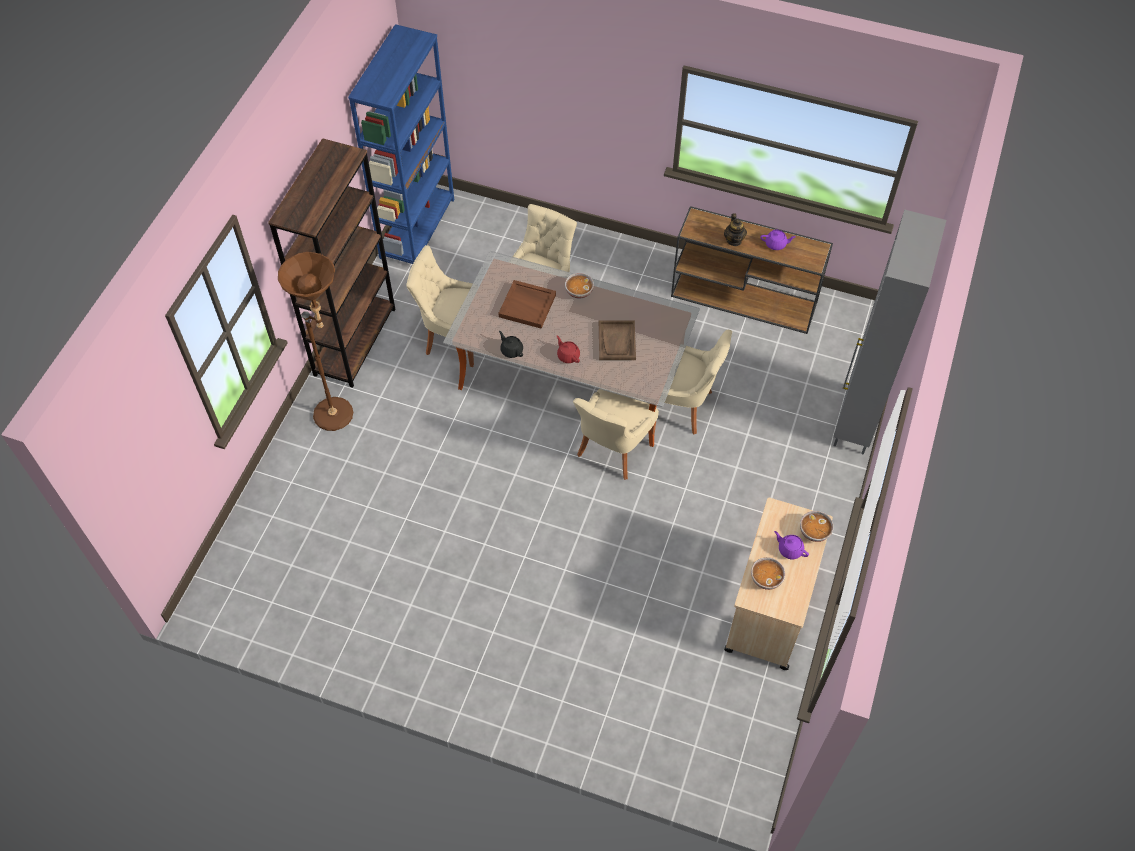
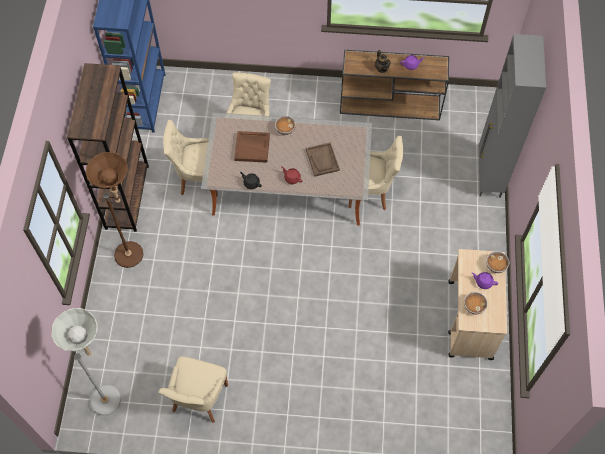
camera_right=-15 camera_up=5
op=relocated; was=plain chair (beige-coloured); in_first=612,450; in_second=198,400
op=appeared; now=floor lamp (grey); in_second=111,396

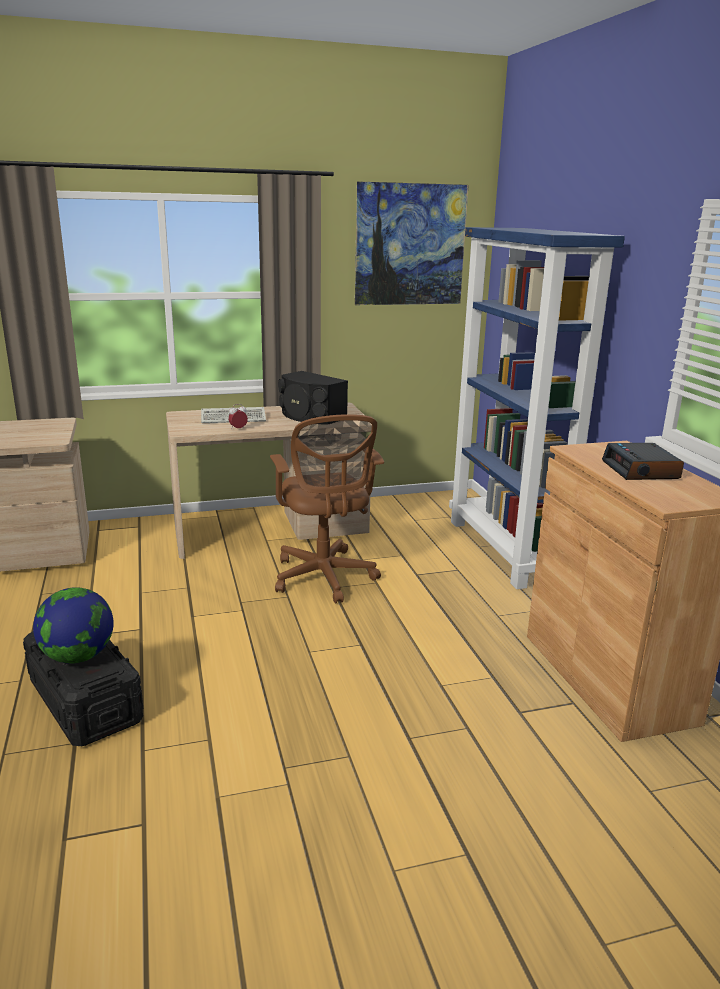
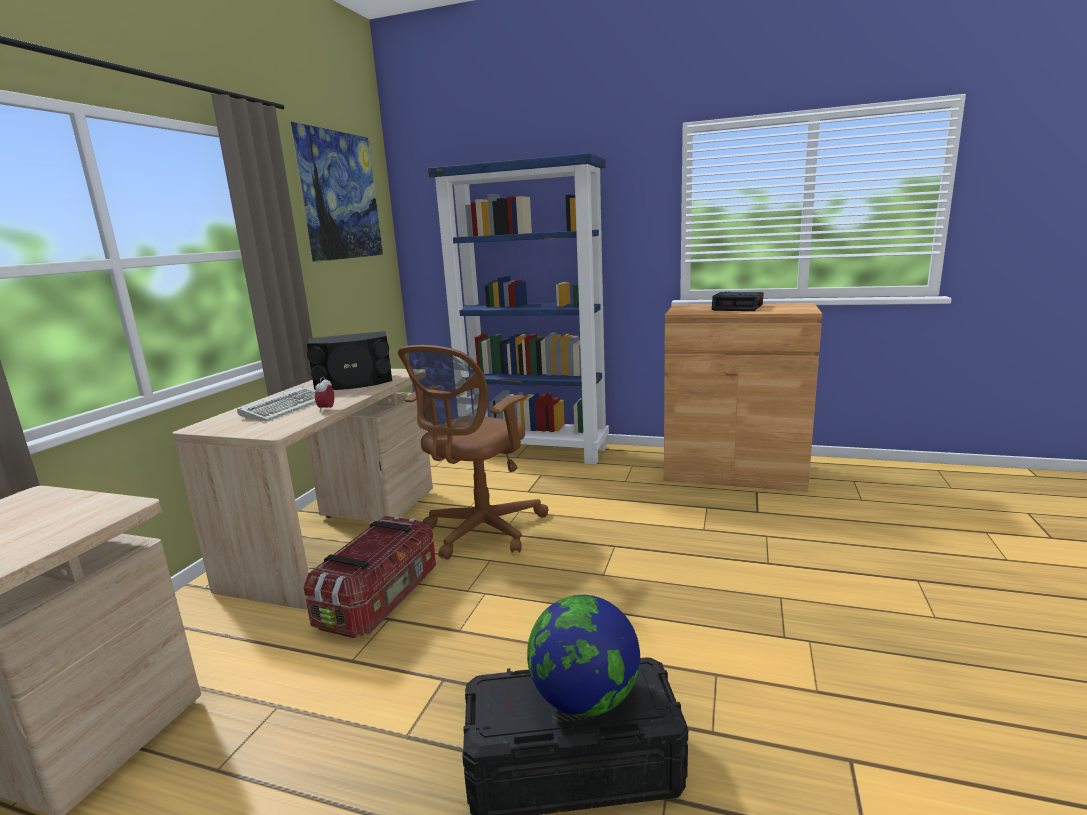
camera_right=-55 camera_up=-5
op=spun; was=desk chair (brownish); in_first=324,578; in_second=480,532; clockwise=105
op=appeared; now=storage container; in_second=381,599

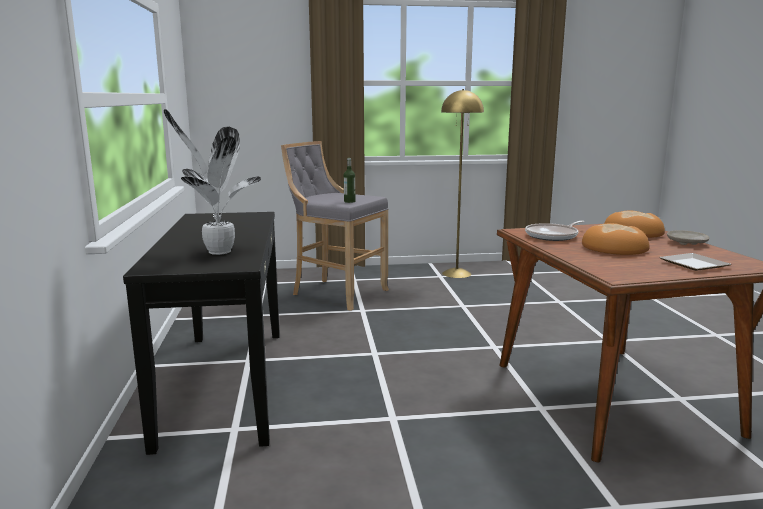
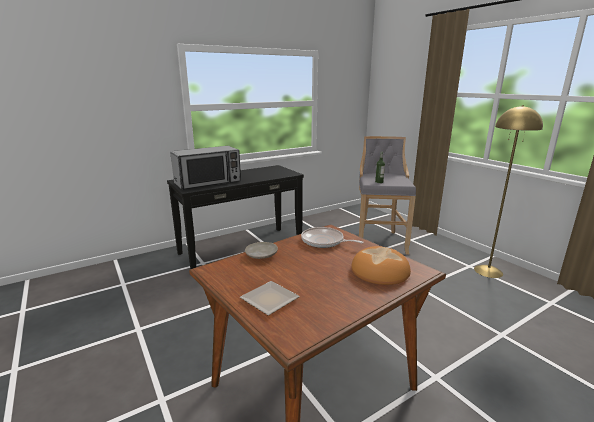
camera_right=65 camera_up=5
op=exchanged; was=houseplant; now=microwave; in_first=217,252; in_second=208,182
op=missing; was=baked bread; in_first=615,248
op=relocated; was=flat dish (beige-coloured); in_first=686,243; in_second=261,255

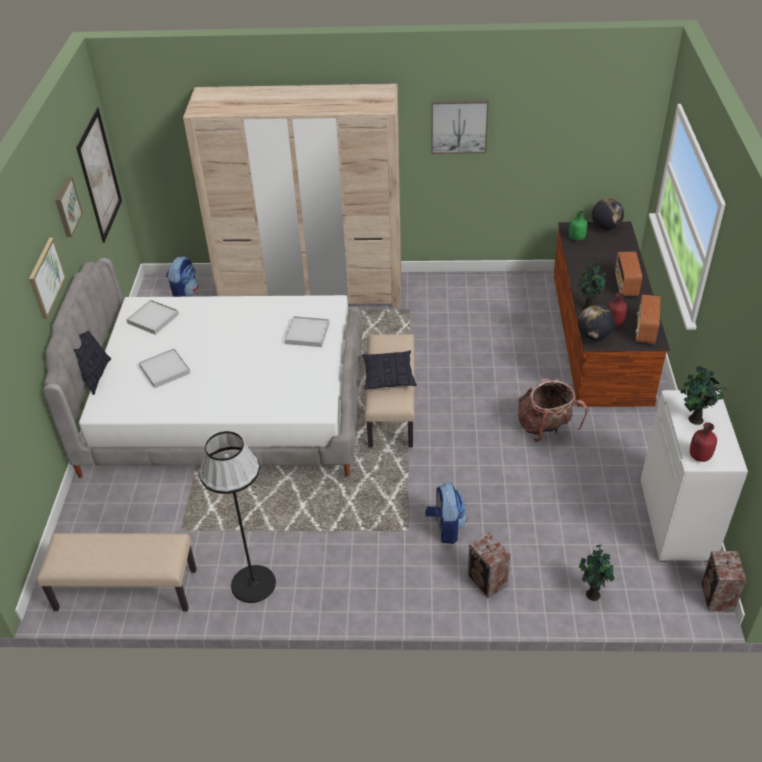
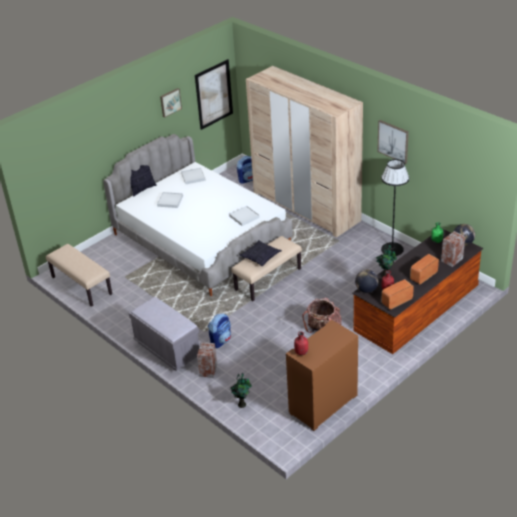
camera_right=45 camera_up=-5
op=missing; was=picture; in_first=46,278
op=missing; was=houseplant; in_first=694,420
op=colour; was=storage cabinet (whitish); now=storage cabinet (brownish); in_first=677,520; in_second=323,405
op=relocated; was=floor lamp (blackish); in_first=253,583; in_second=392,249
op=relocated; was=audio speaker; in_first=716,597; in_second=451,260
op=appeared; now=long seat (grey); in_second=167,349

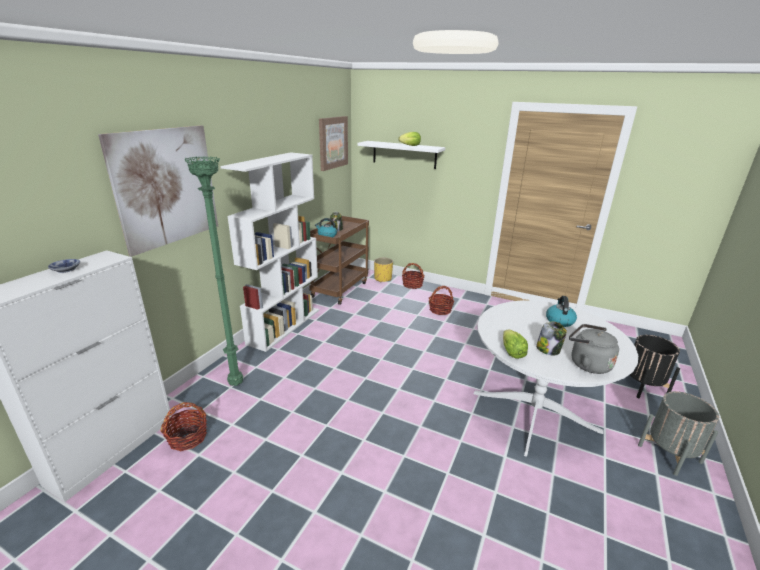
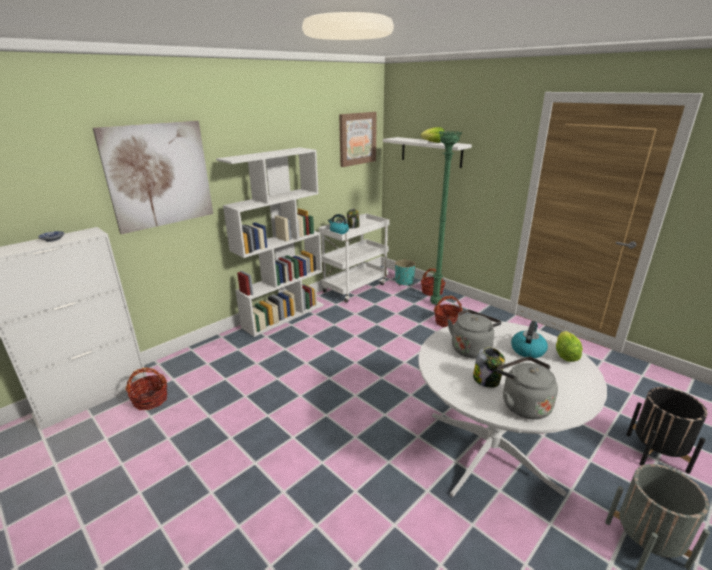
camera_right=20 camera_up=0
op=relocated; was=floor lamp (greenish); in_first=237,383; in_second=436,304
op=colour; was=wheeled cart (brownish); now=wheeled cart (whitish); in_first=340,289; in_second=355,287
op=colour; was=planter (yellow-coloured); now=planter (blue-green); in_first=383,279; in_second=404,282
op=relocated; was=lettuce; in_first=512,352; in_second=565,355
op=appeared; now=kettle (grey); in_second=471,348

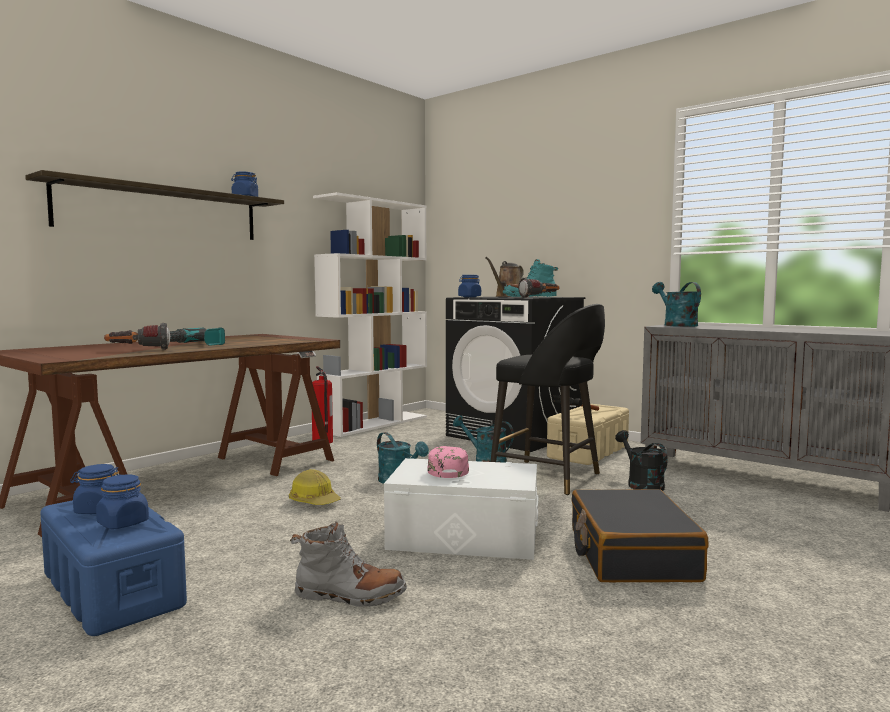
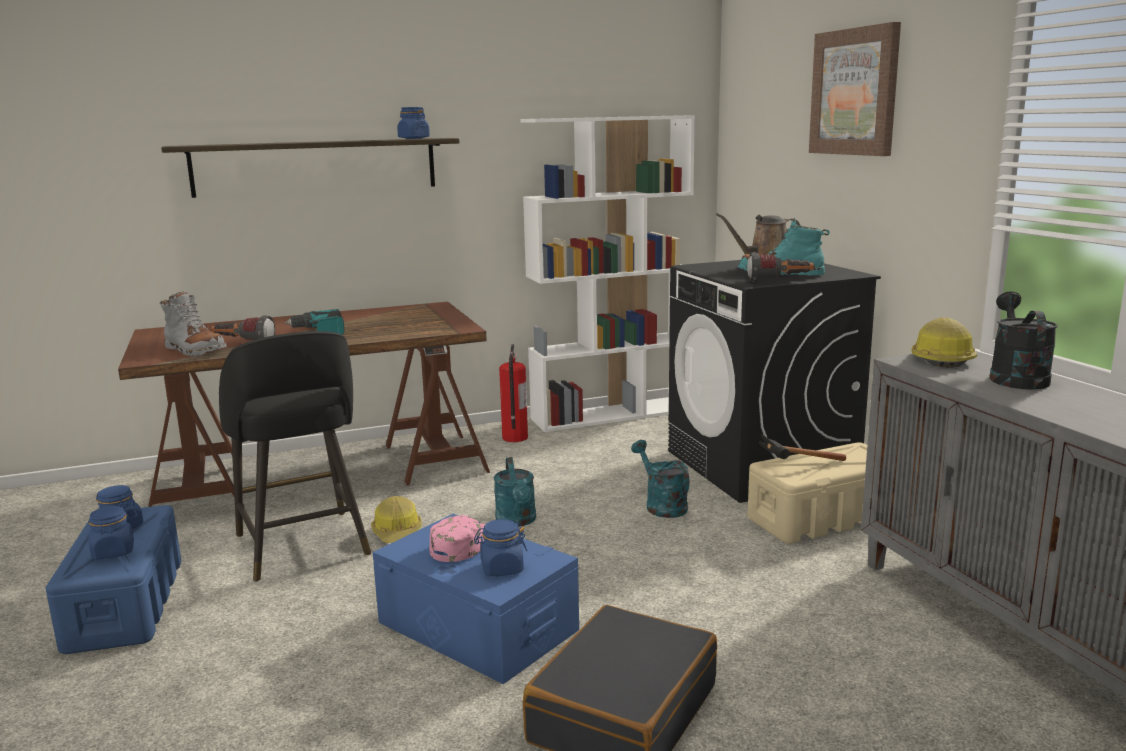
camera_right=30 camera_up=10
op=relocated; was=storage jar (blue); in_first=469,297; in_second=501,568
op=exchanged; was=watering can (blue-green); now=work helmet; in_first=676,325; in_second=940,359
op=relocated; was=stool (blackish); in_first=548,477; in_second=303,547
op=relocated; was=watering can (blackish); in_first=641,484; in_second=1015,377
op=colour; was=storage container (whitish); now=storage container (blue); in_first=464,536; in_second=477,626
op=relocated; was=tall boot (grey); in_first=349,596; in_second=194,350
op=appeared; now=picture; in_second=855,92

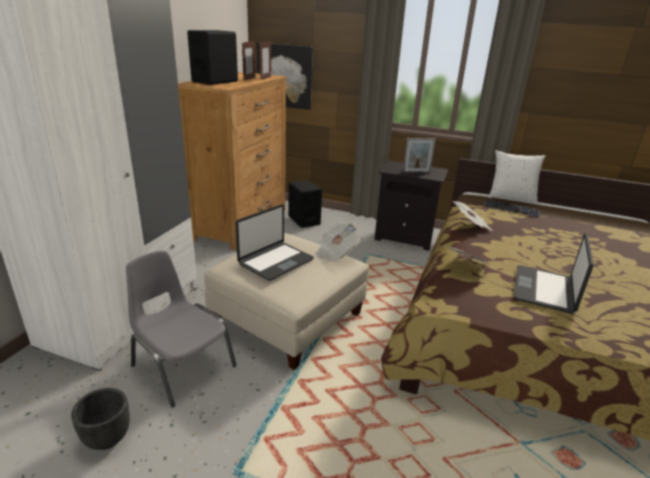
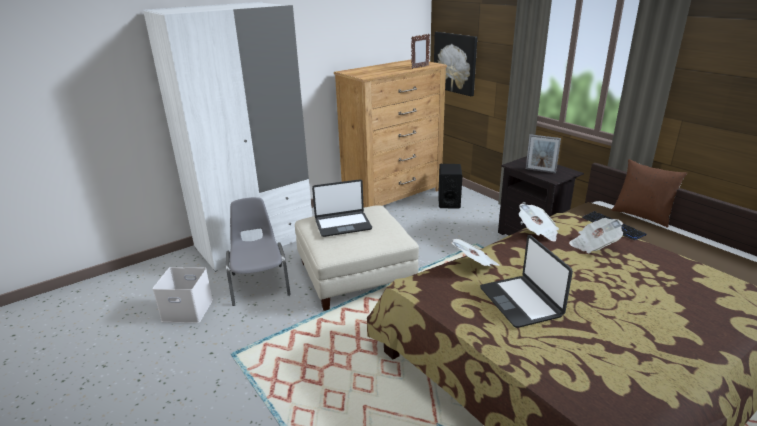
camera_right=35 camera_up=0
op=missing; was=audio speaker (blackish); in_first=215,81
op=missing; was=photo frame; in_first=249,79
op=colour; was=cushion (whitish); now=cushion (brownish); in_first=511,197; in_second=642,215
op=relocated; was=printed paper; in_first=335,253; in_second=593,246
op=spun; was=laptop; in_first=545,290; in_second=521,301; clockwise=-75
op=exchanged; was=planter (blackish); now=storage container (whitish); in_first=108,438; in_second=189,309

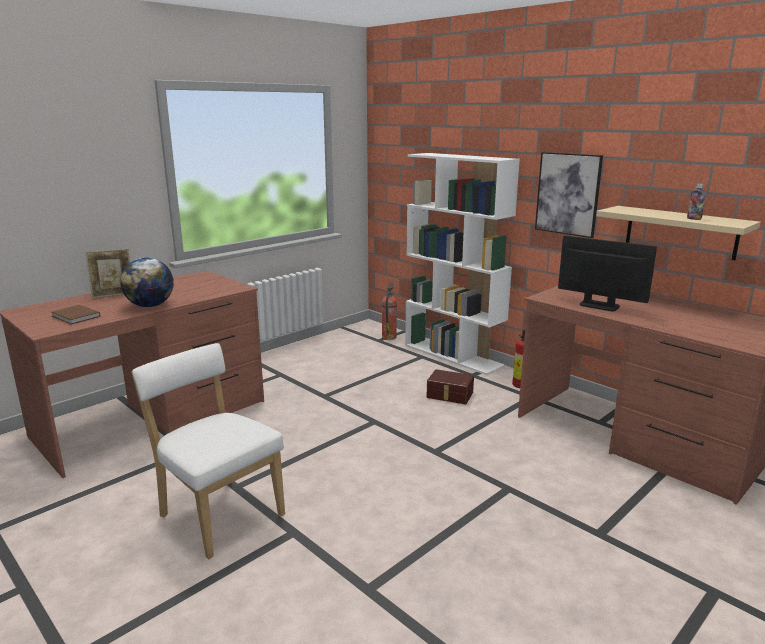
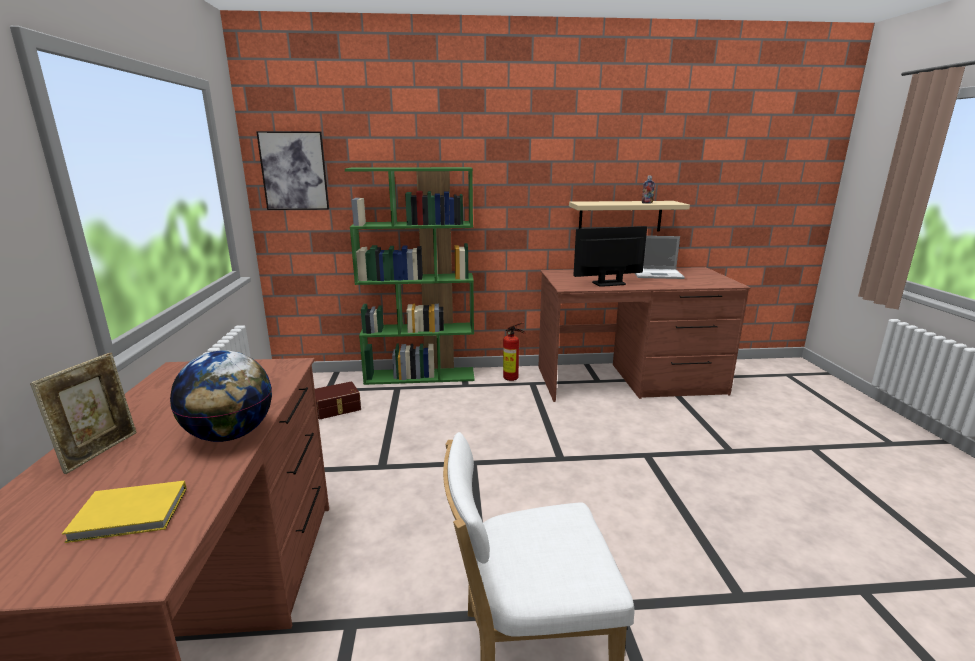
camera_right=-50 camera_up=0
op=relocated; was=picture; in_first=568,194; in_second=294,171
op=colour; was=shelving unit (whitish); now=shelving unit (greenish); in_first=453,355; in_second=420,376
op=missing; was=fire extinguisher; in_first=389,337
op=colour; was=volume (brownish); now=volume (yellow-coloured); in_first=76,317; in_second=132,514
op=relocated; was=storage container (brownish); in_first=449,395; in_second=337,408
op=appeared; now=laptop; in_second=658,274

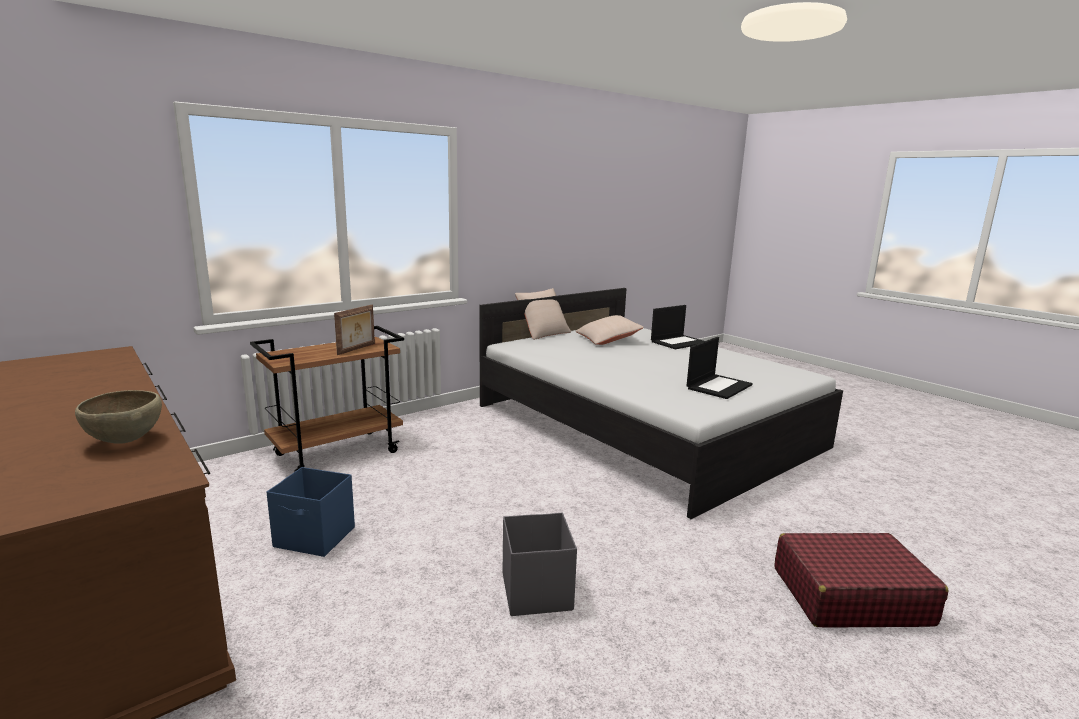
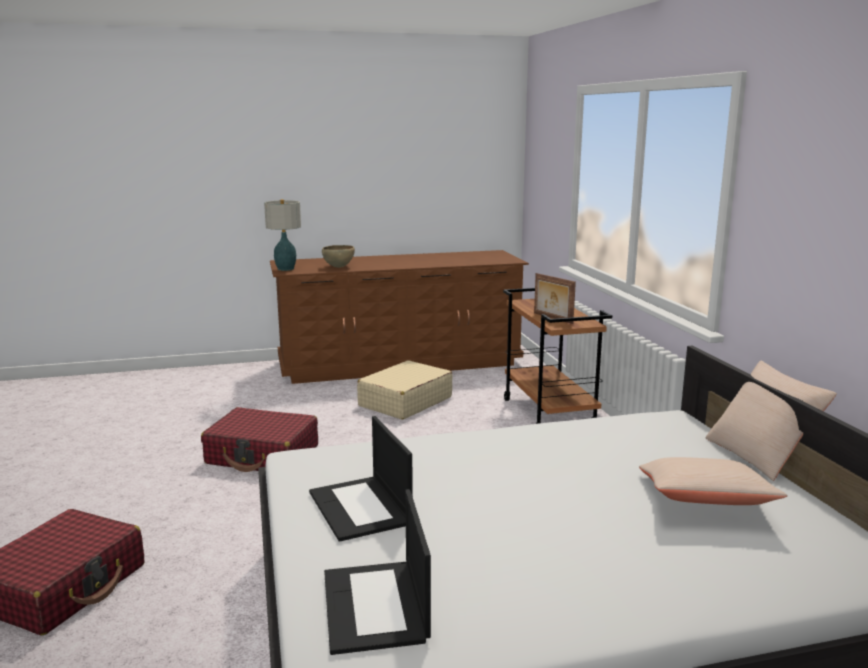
camera_right=115 camera_up=0
op=relocated; was=laptop; in_first=678,342; in_second=376,607
op=exchanged; was=storage container (blue); now=suitcase (beige-coloured); in_first=315,537; in_second=405,402
op=exchanged; was=storage container (grey); now=suitcase (reddish); in_first=537,591; in_second=263,455
op=appeared; now=table lamp; in_second=286,269

